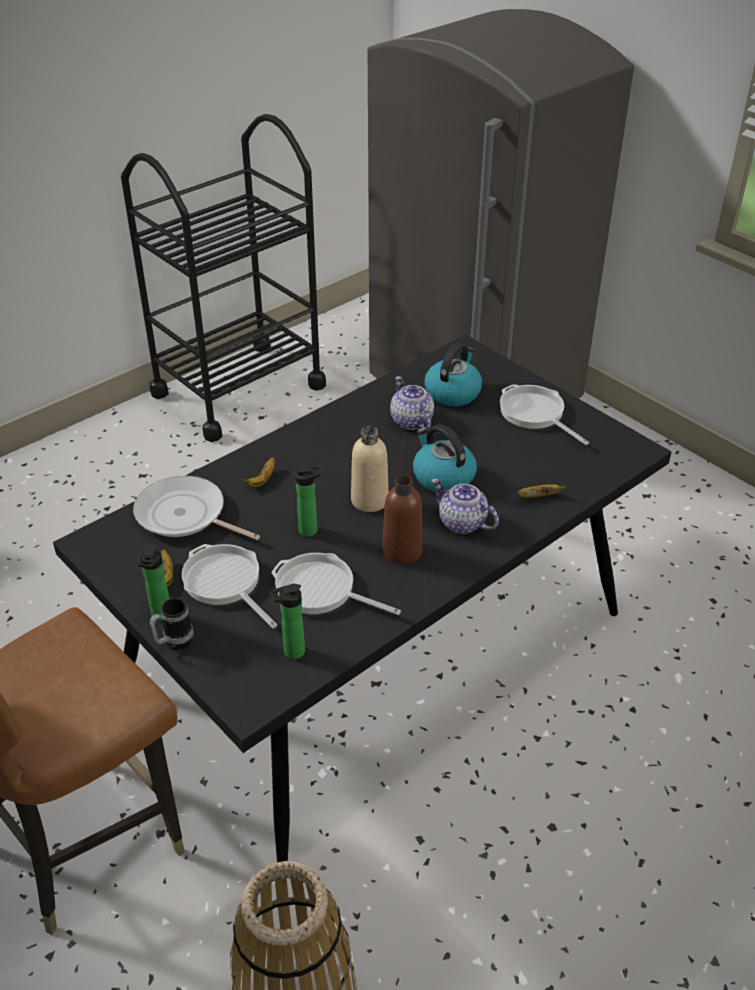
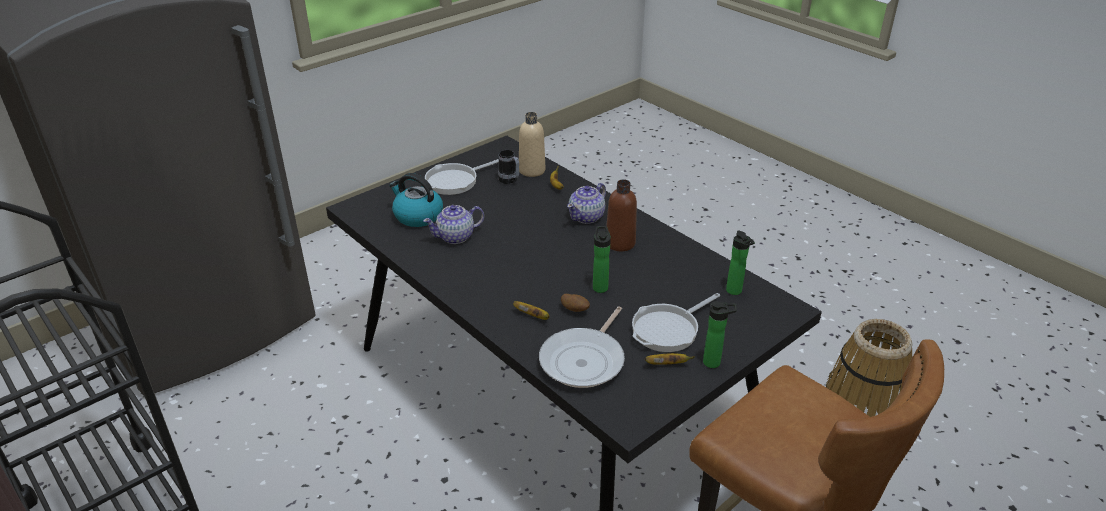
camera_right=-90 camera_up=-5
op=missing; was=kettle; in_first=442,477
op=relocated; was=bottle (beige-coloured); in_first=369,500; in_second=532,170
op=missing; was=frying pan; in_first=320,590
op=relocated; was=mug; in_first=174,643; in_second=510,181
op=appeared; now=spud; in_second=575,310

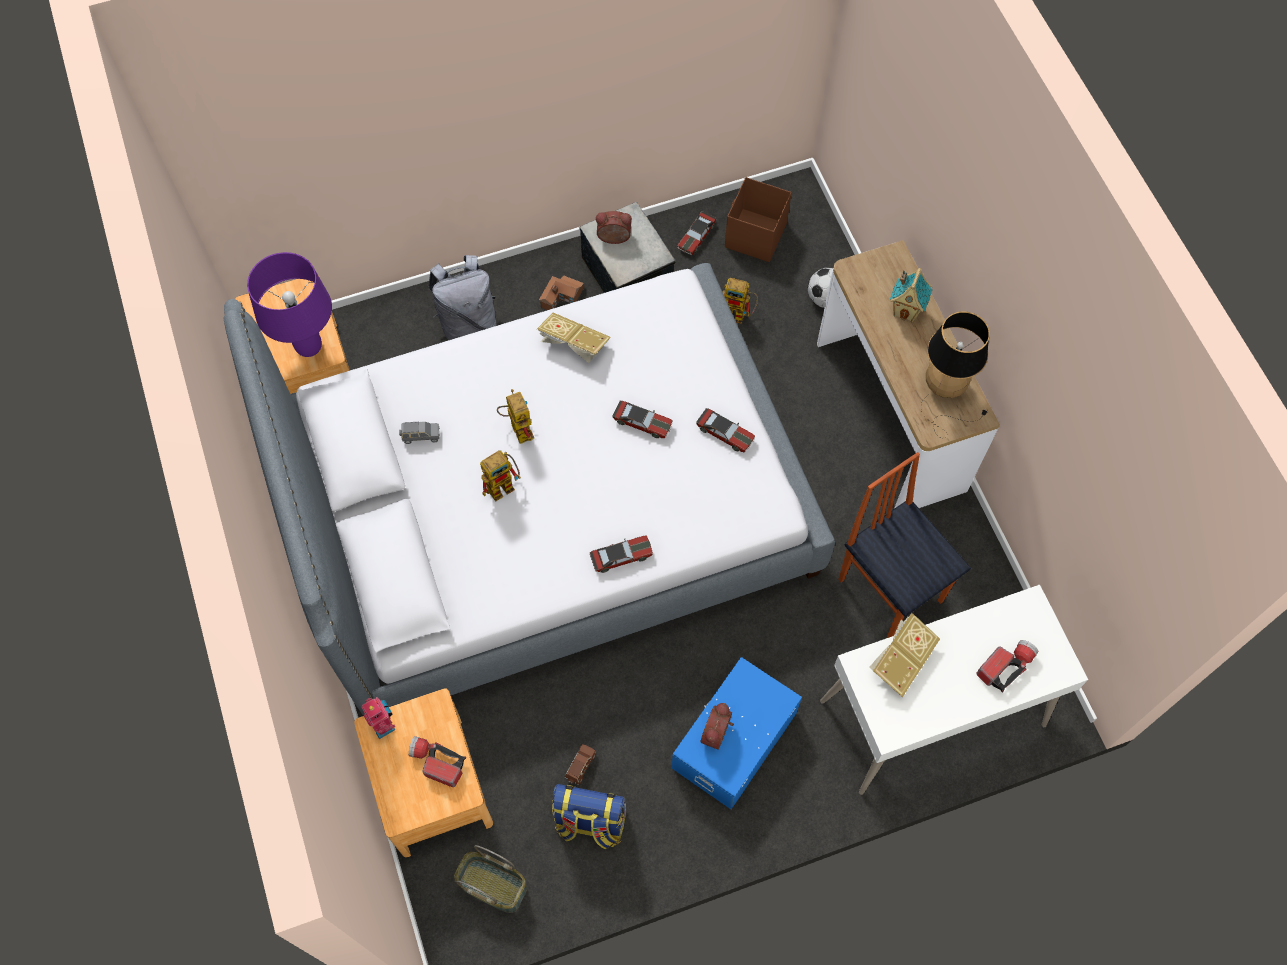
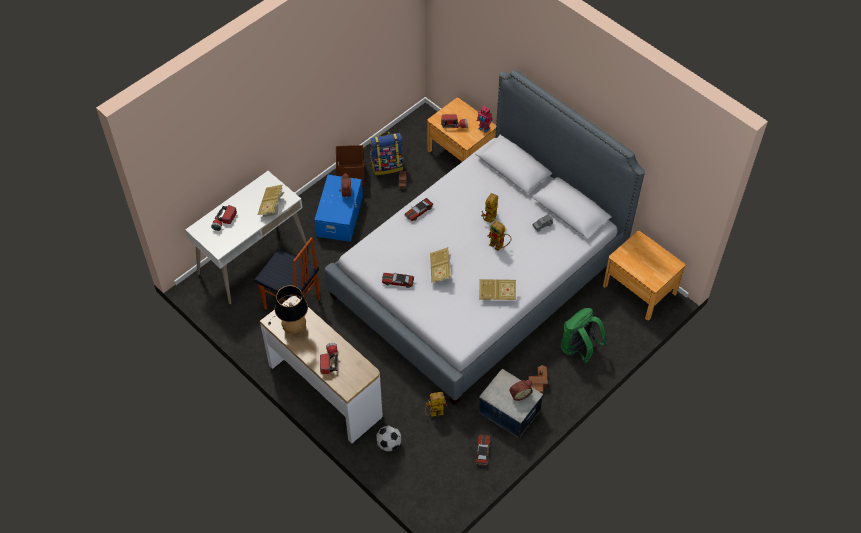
camera_right=155 camera_up=-10
op=relocated; was=storage container (brownish); in_first=754,236; in_second=351,175
op=missing; was=table lamp (purple-coloured); in_first=309,348
op=colour; was=rucksack (grey); now=rucksack (greenish); in_first=467,321; in_second=579,349
op=exchanged; was=toy house; now=hand torch; in_first=906,310; in_second=329,361
op=exchanged; was=toy car; now=volume; in_first=643,422; in_second=441,271
op=missing; was=basket; in_first=494,885

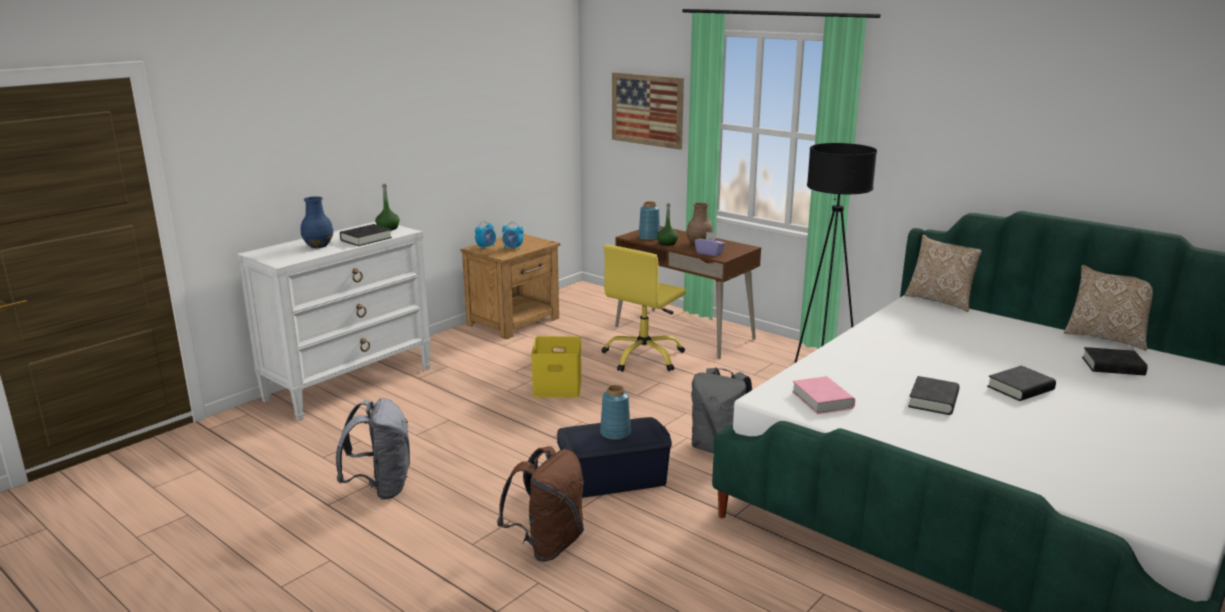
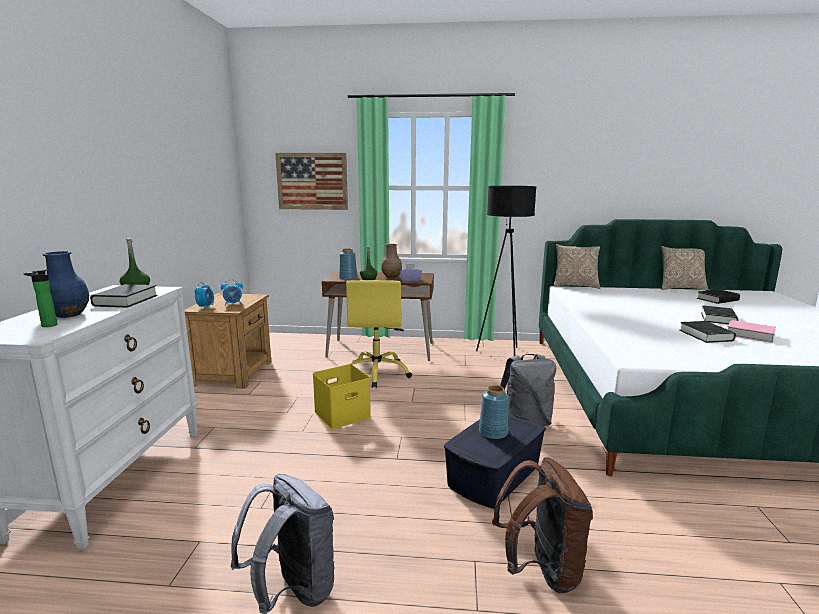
camera_right=-35 camera_up=-5
op=relocated; was=volume (pinkish); in_first=822,400; in_second=749,335
op=appeared; now=bottle; in_second=47,326

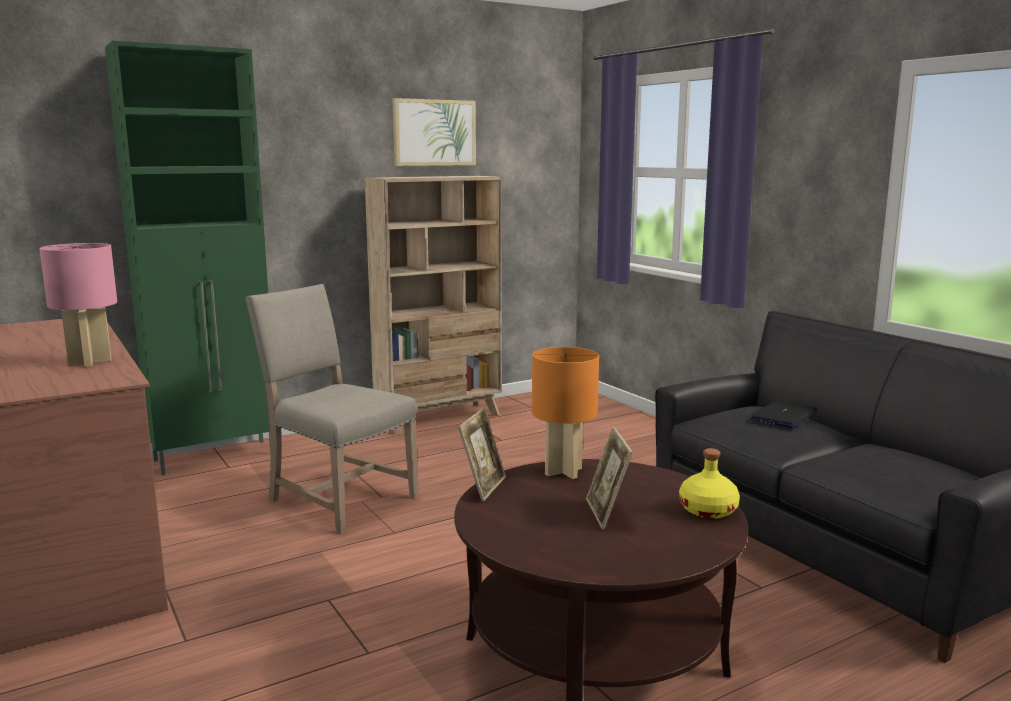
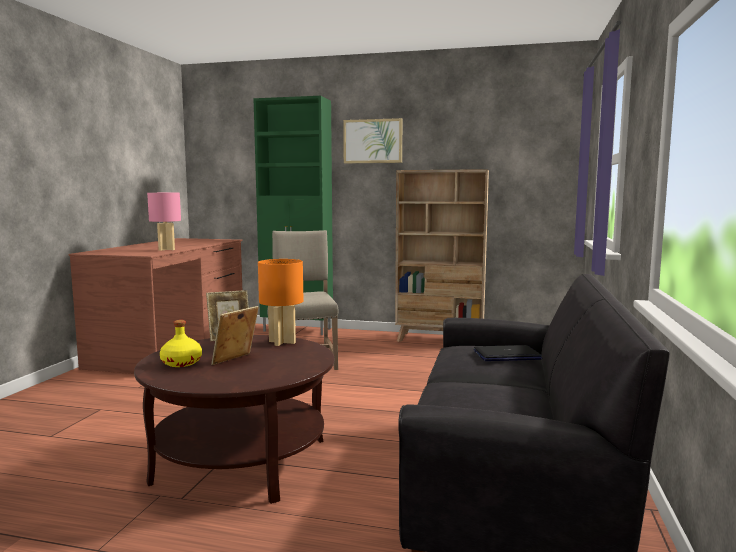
camera_right=45 camera_up=-5
op=relocated; was=picture; in_first=434,132; in_second=373,141
op=relocated; was=bottle (yellow-coloured); in_first=708,510; in_second=181,363

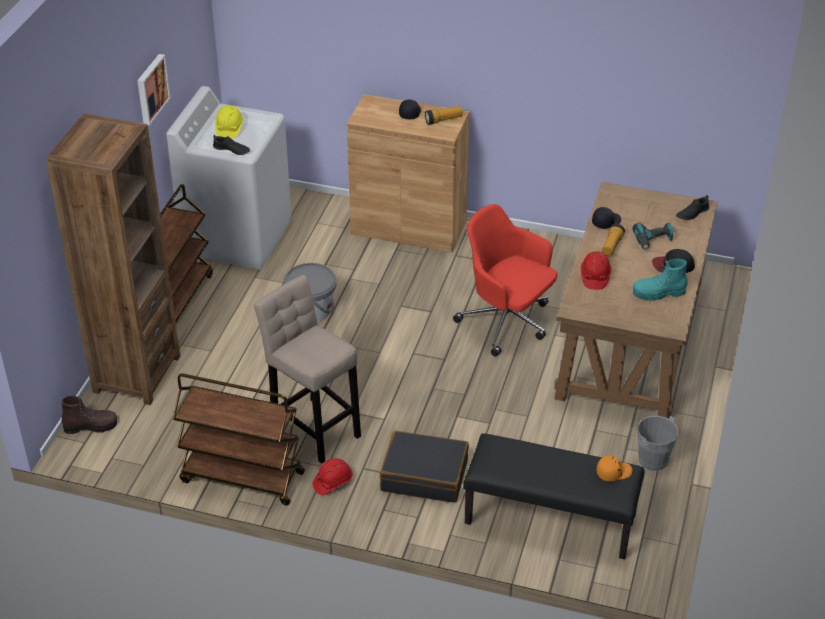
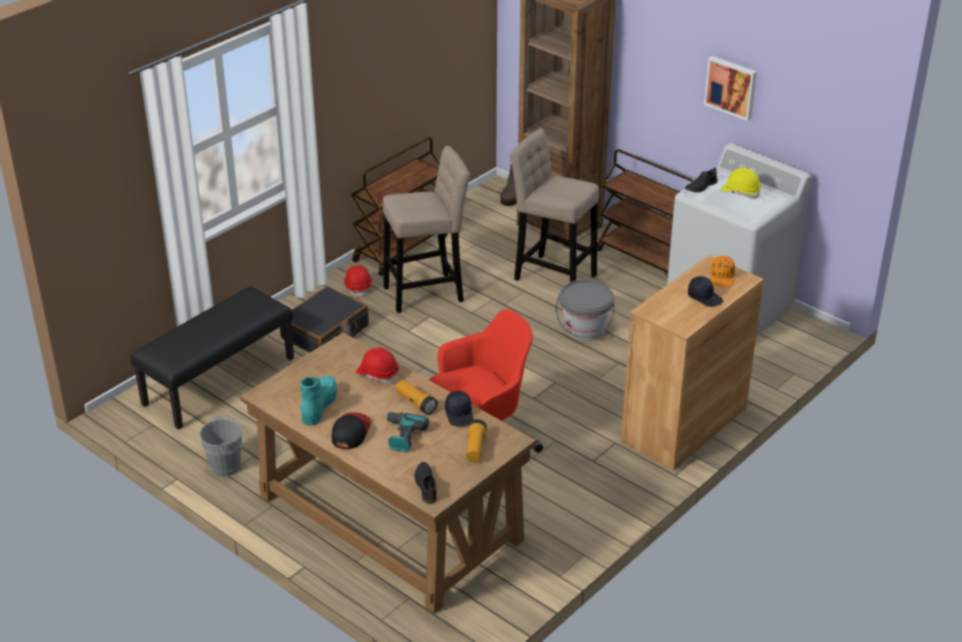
camera_right=115 camera_up=-5
op=relocated; was=hand torch; in_first=443,120; in_second=475,448
op=relocated; was=cap (orange); in_first=613,472; in_second=722,277
op=appeared; now=stool (beige-coloured); in_second=551,275

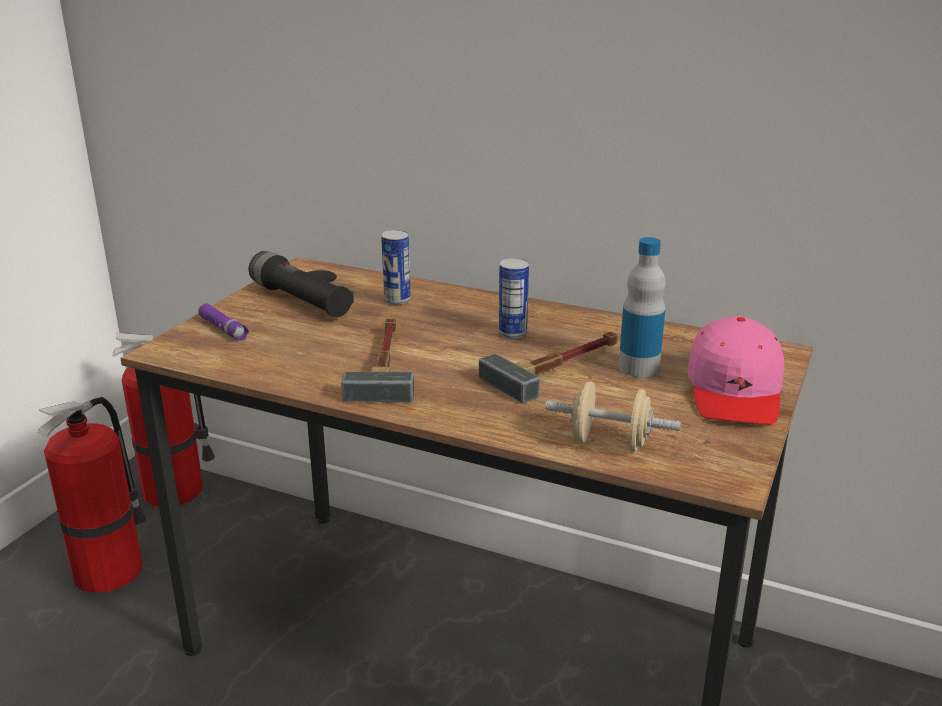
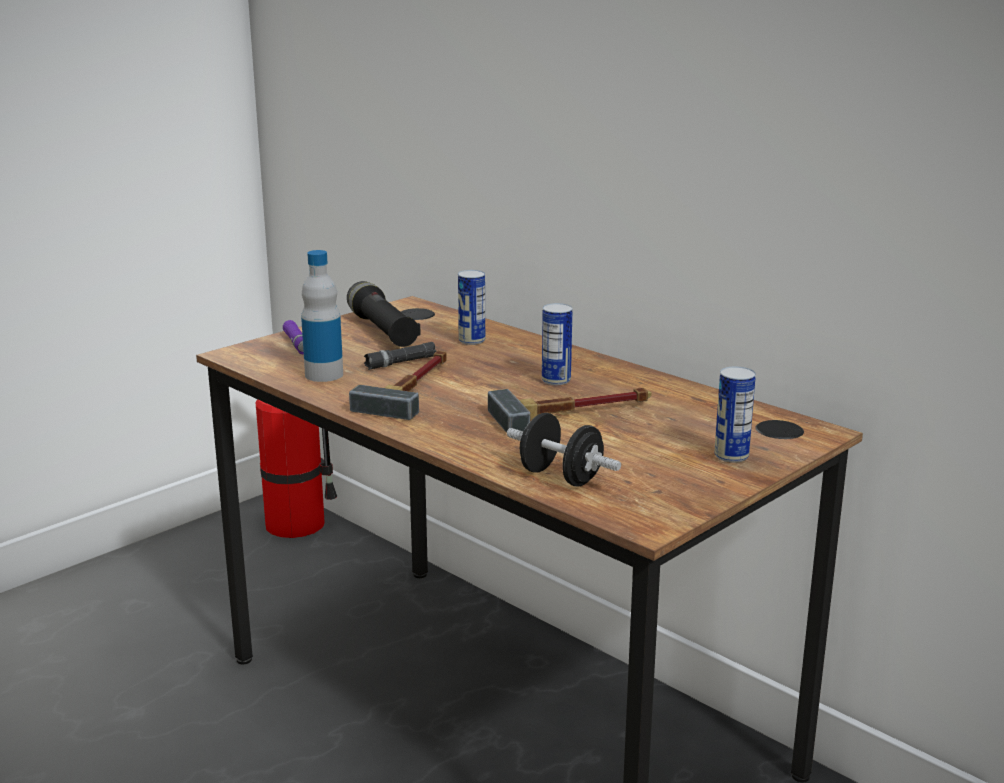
camera_right=20 camera_up=-5
op=relocated; was=bottle; in_first=639,367; in_second=324,375
op=exchanged; was=cap (pinkish); now=metal can; in_first=735,390; in_second=731,456
op=colour; was=hand weight (beige-coloured); now=hand weight (blackish); in_first=609,443; in_second=561,477
op=missing; was=fire extinguisher; in_first=111,568
op=appeared; now=hand torch (blackish); in_second=400,362

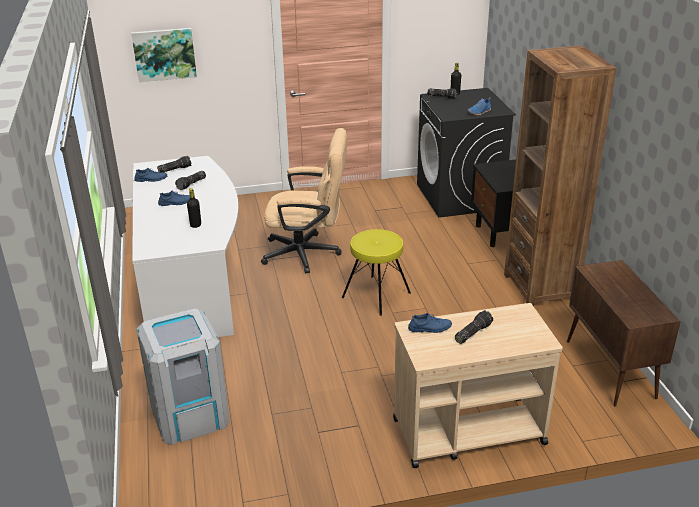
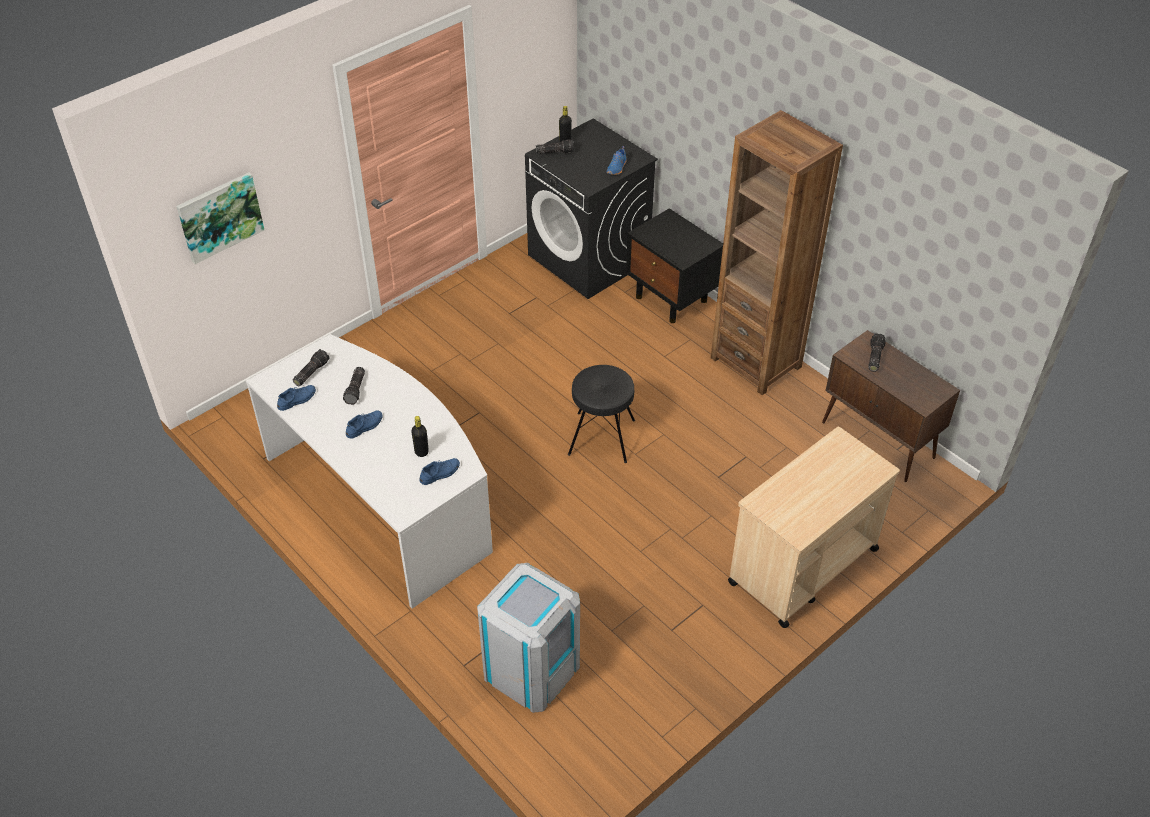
camera_right=-30 camera_up=15
op=missing; was=desk chair (beige-coloured); in_first=308,253
op=colour; was=stool (yellow-coloured); now=stool (blackish); in_first=376,295; in_second=602,437
op=relocated; was=hand torch; in_first=472,332; in_second=874,357
op=relocated; was=shoe (blue); in_first=430,328; in_second=440,473

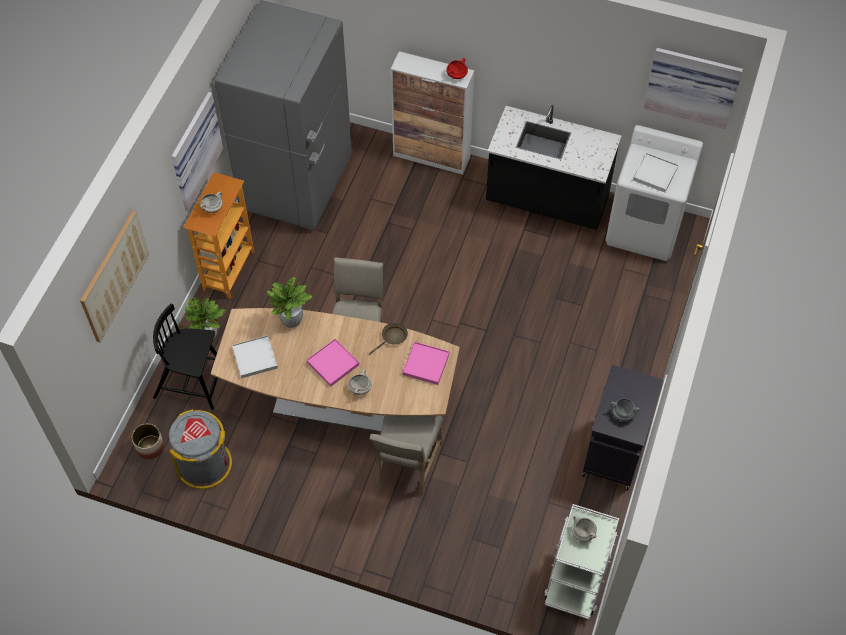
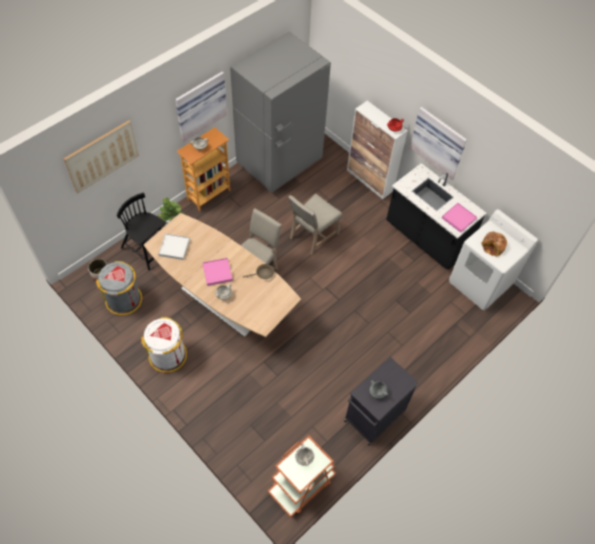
camera_right=25 camera_up=0
op=relocated; was=picture; in_first=692,85; in_second=439,142
op=exchanged; was=serving tray (whitish); now=baked bread; in_first=655,174; in_second=493,246
op=missing; was=houseplant; in_first=291,321
op=relocated; was=serving tray (pinkish); in_first=425,364; in_second=458,218
op=relocated; was=plain chair (beige-coloured); in_first=406,465; in_second=312,236
op=colour; was=wheeled cart (whitish); now=wheeled cart (orange); in_first=577,577; in_second=301,485
op=appeared; now=rubbish bin (whitish); in_second=168,355

